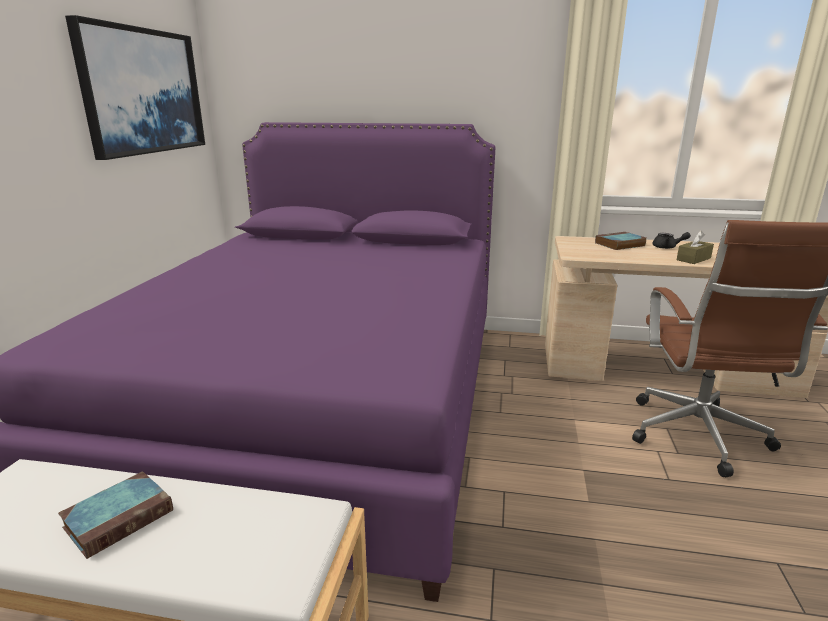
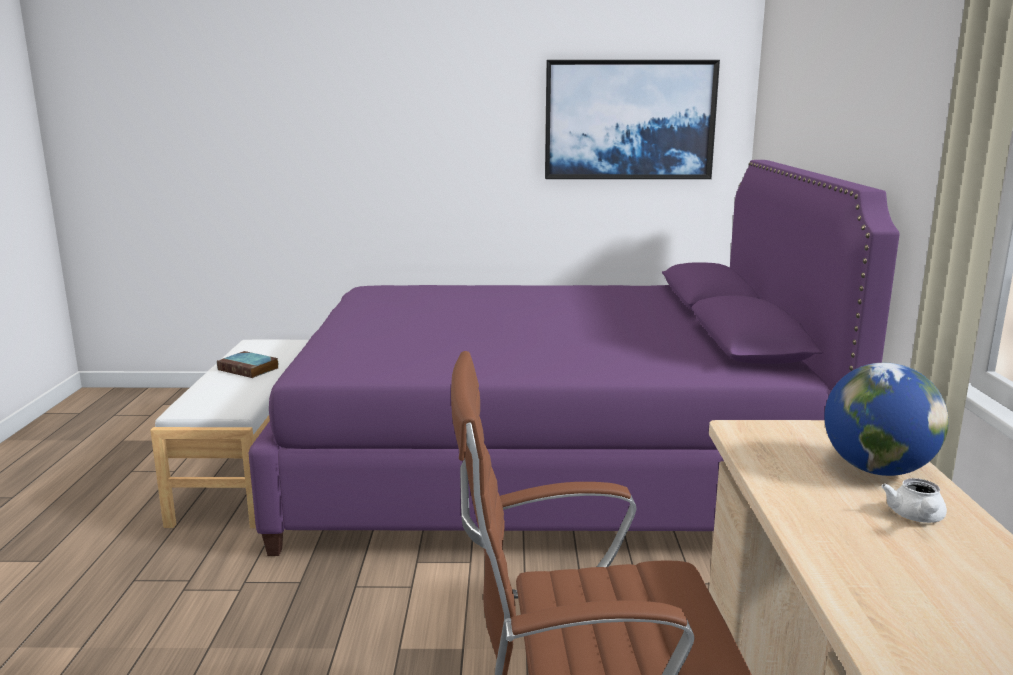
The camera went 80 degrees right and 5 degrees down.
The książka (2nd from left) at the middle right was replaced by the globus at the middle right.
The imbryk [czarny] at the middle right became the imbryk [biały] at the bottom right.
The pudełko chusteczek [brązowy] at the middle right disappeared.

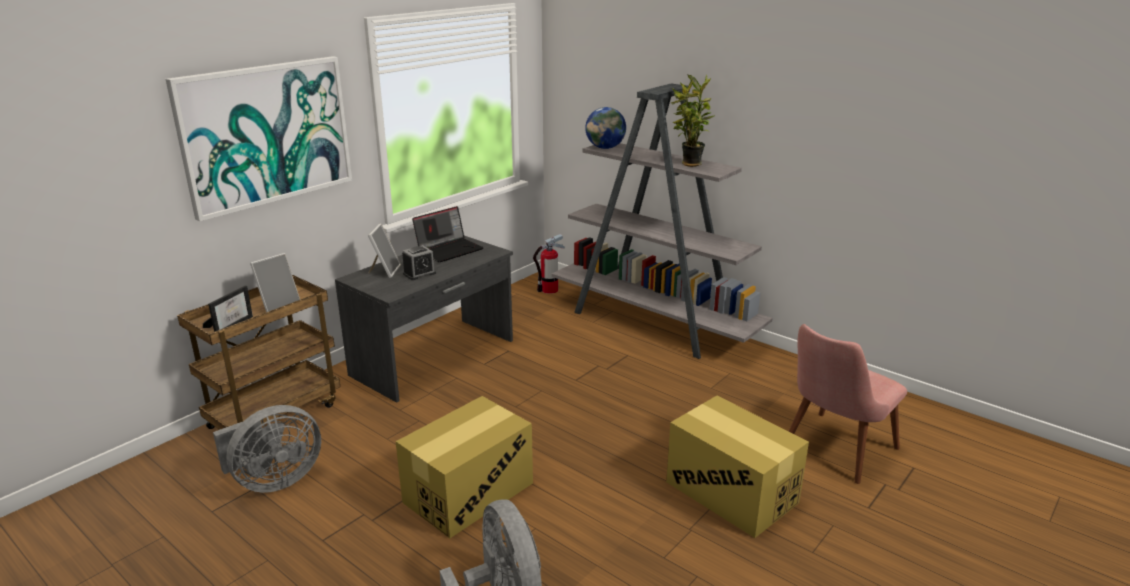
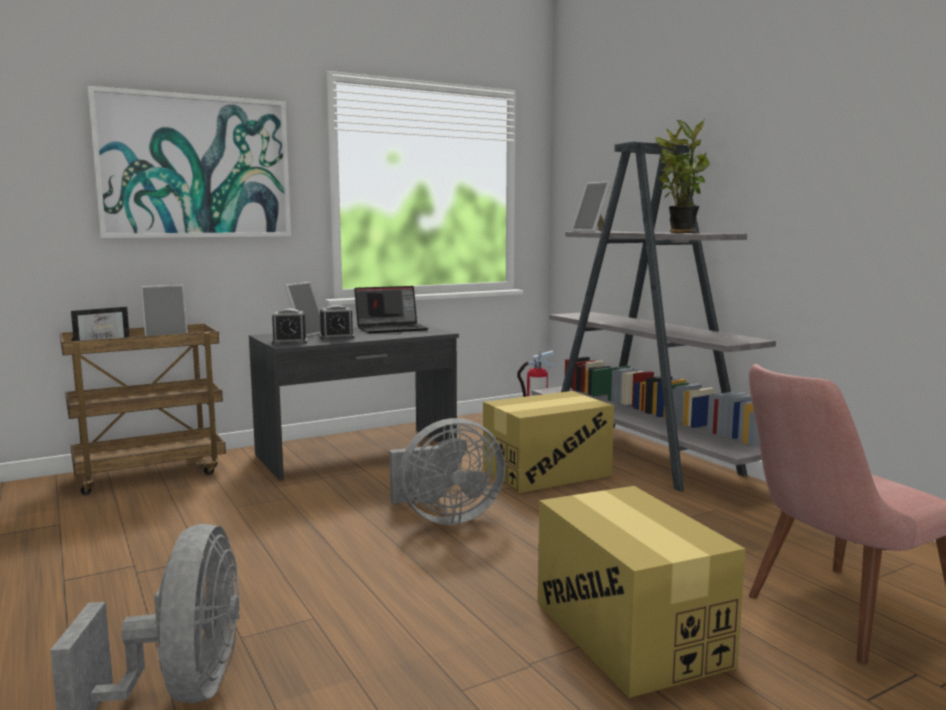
The camera went 20 degrees right and 15 degrees down.
The budzik (1st from left) at the middle left appeared.
The wentylator [szary] (1st from left in the first image) moved from the bottom left to the centre.
The karton (1st from left) moved from the bottom centre to the centre.
The globus at the top centre was replaced by the ramka na zdjęcie (4th from left) at the top centre.

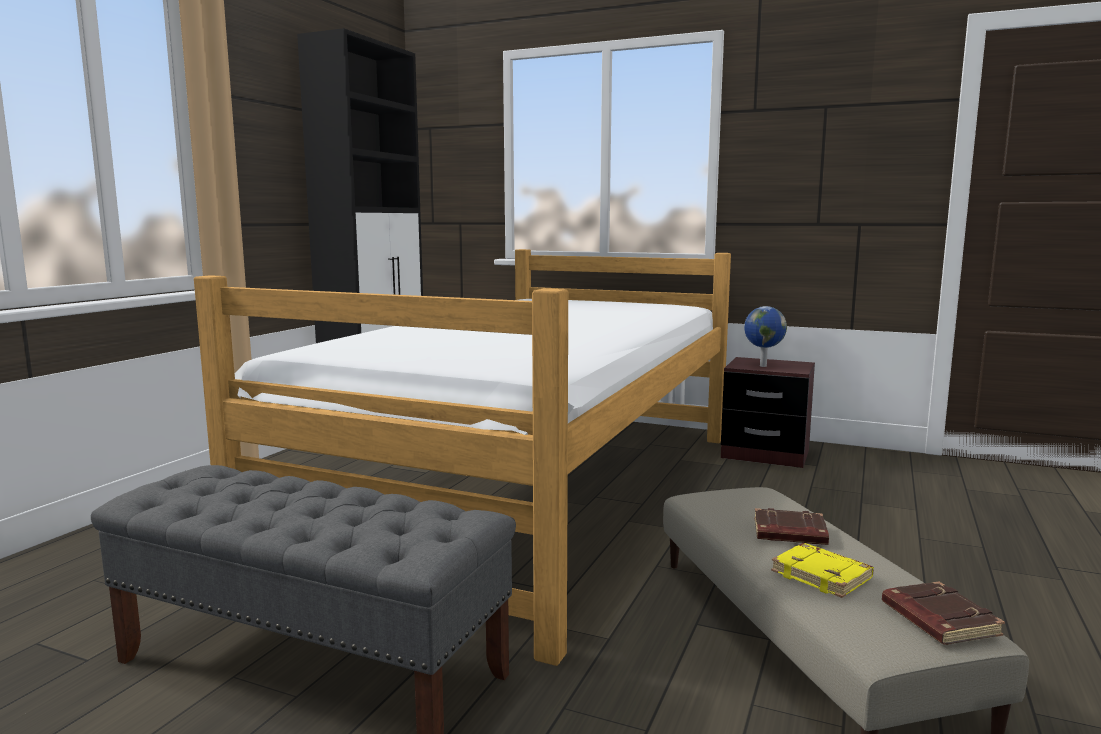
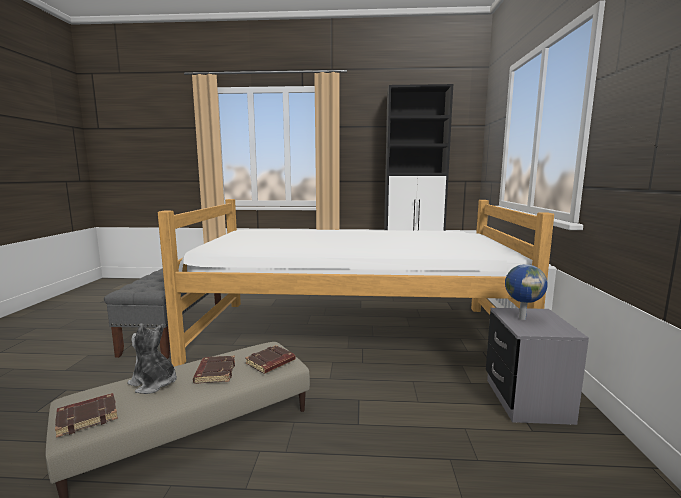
The camera went 70 degrees right and 0 degrees up.
The książka [żółty] at the bottom right was replaced by the pluszak at the bottom left.
The książka [brązowy] (3rd from left) at the bottom centre appeared.
The szafka nocna [brązowy] at the middle right became the szafka nocna [szary] at the bottom right.

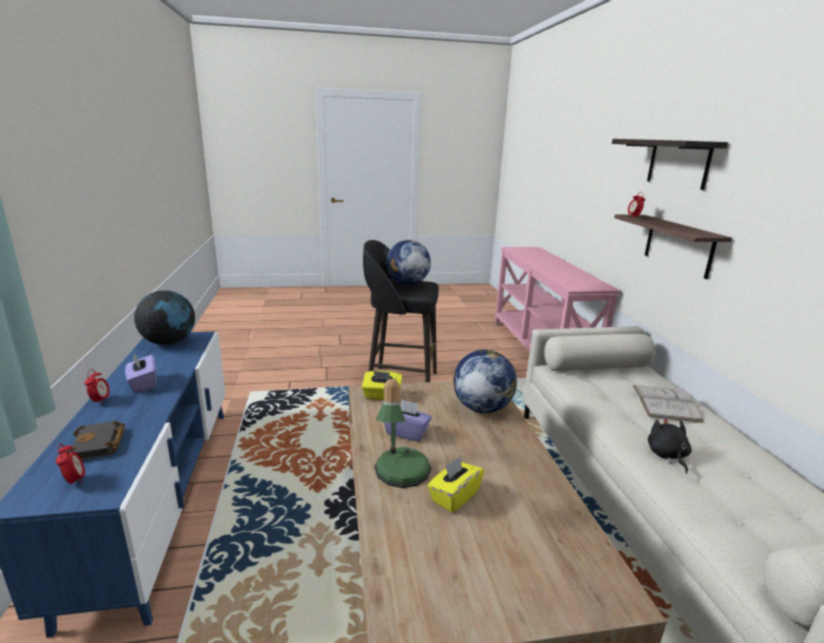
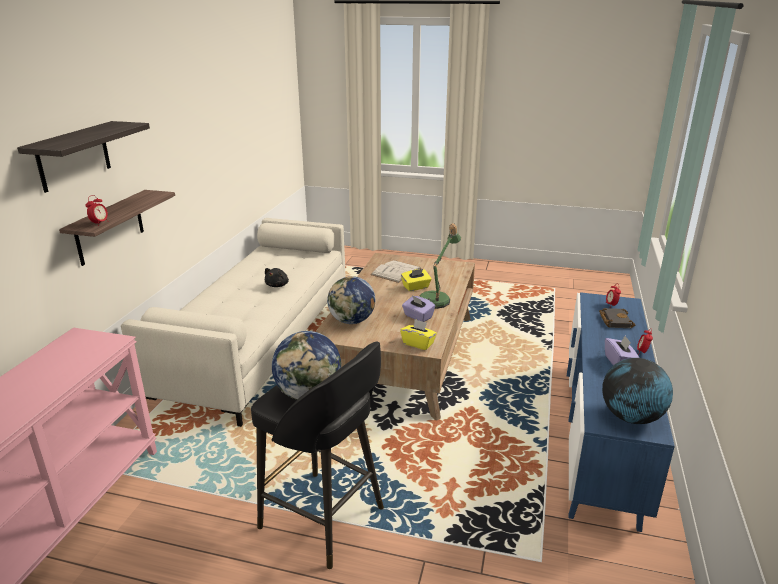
The camera went 155 degrees left and 5 degrees up.
The książka [biały] moved from the middle right to the centre.

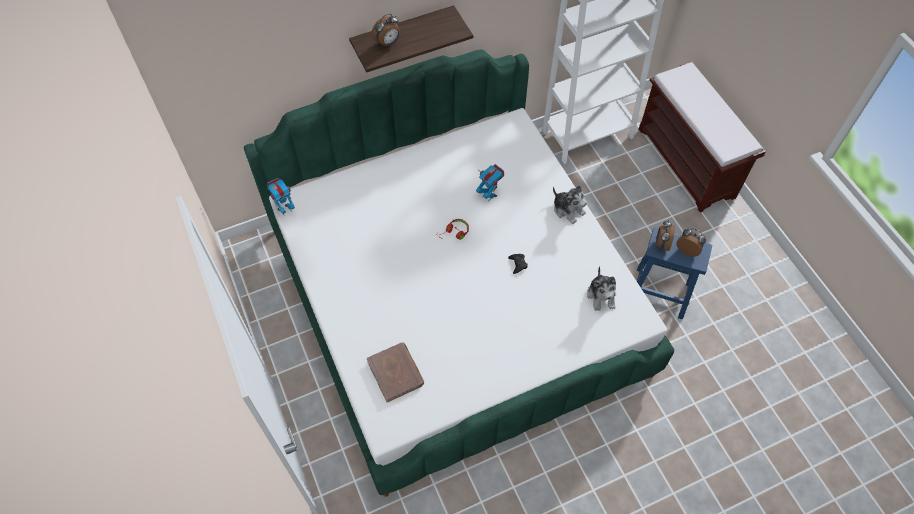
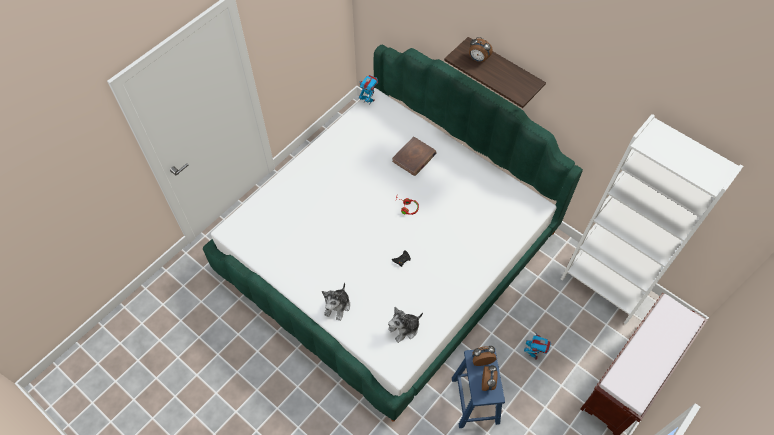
The camera went 65 degrees right and 0 degrees up.
The pluszak (1st from left) moved from the centre to the bottom centre.
The książka [brązowy] moved from the bottom centre to the centre.
The robot zabawkowy (2nd from left) moved from the centre to the bottom right.

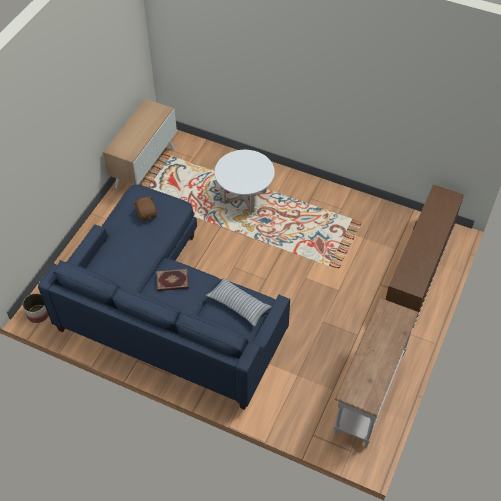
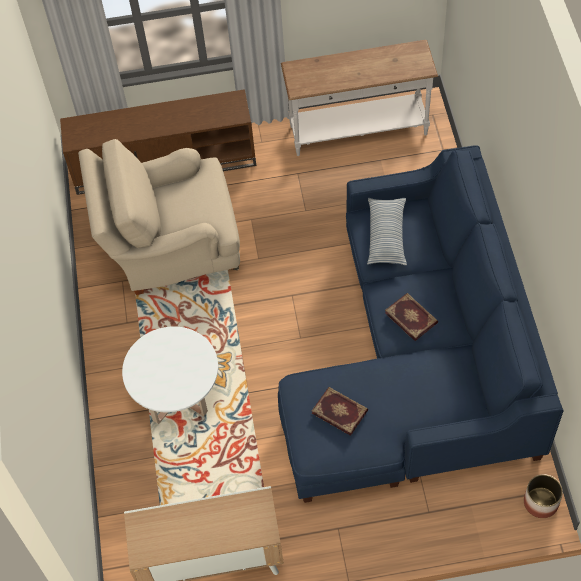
The camera went 120 degrees left and 5 degrees up.
The fotel [beżowy] at the middle left appeared.
The pluszak [brązowy] at the middle left was replaced by the książka (1st from left) at the bottom centre.

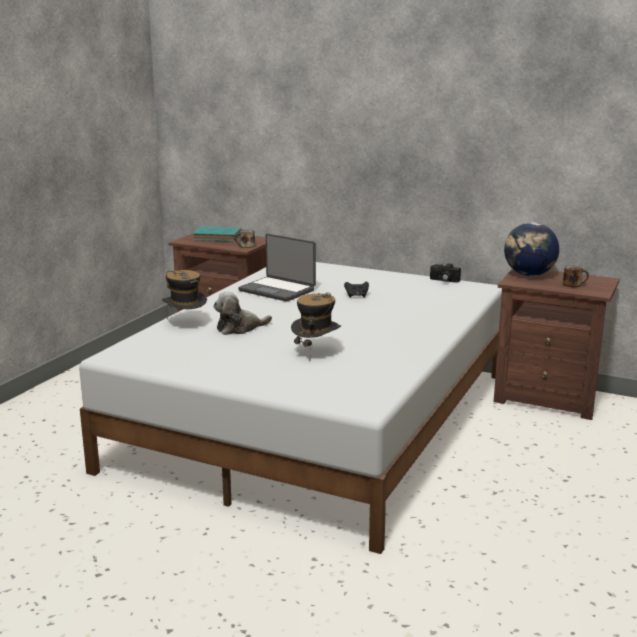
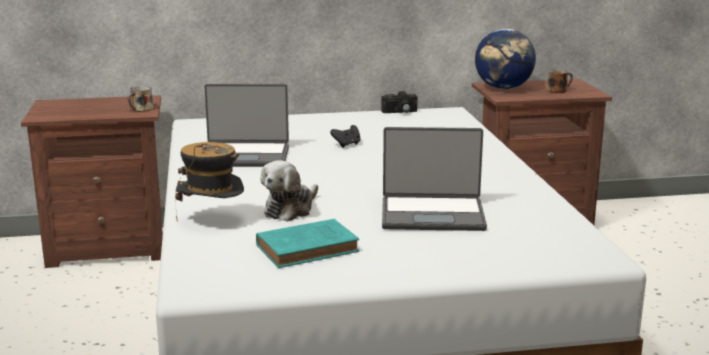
The camera went 35 degrees left and 0 degrees up.
The książka [turkusowy] moved from the centre to the bottom centre.
The kapelusz (2nd from left) at the centre was replaced by the laptop (2nd from left) at the centre.

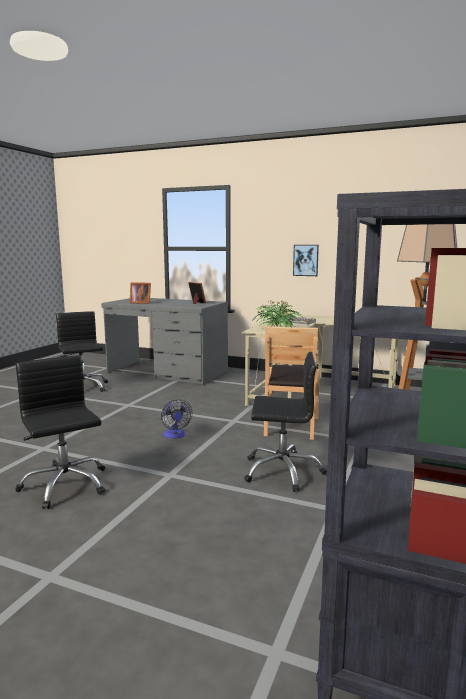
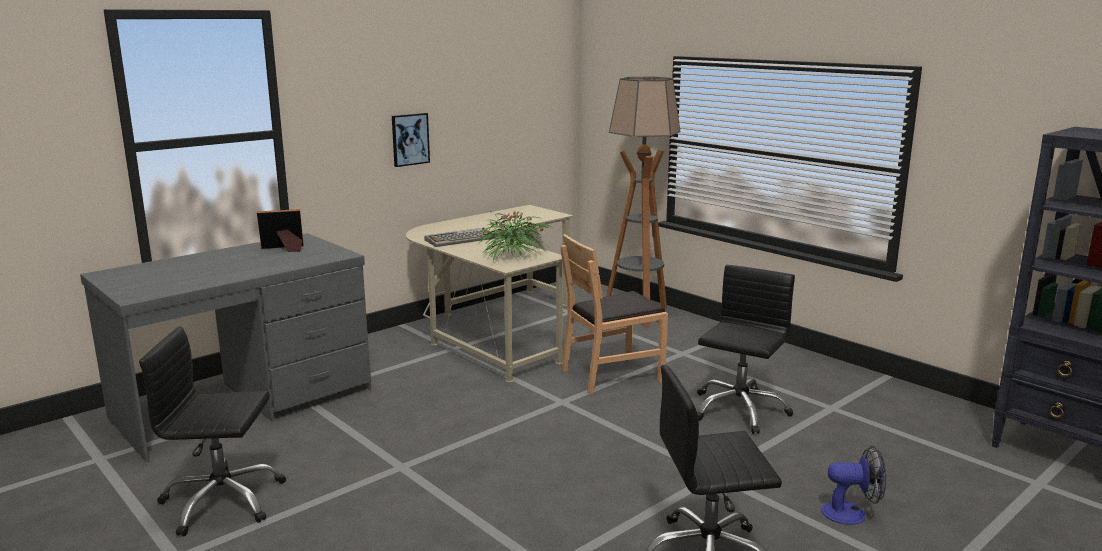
The camera went 65 degrees left and 5 degrees up.
The krzesło [brązowy] at the centre turned 120 degrees clockwise.
The wentylator moved from the centre to the bottom right.
The ramka na zdjęcie (1st from left) at the middle left disappeared.

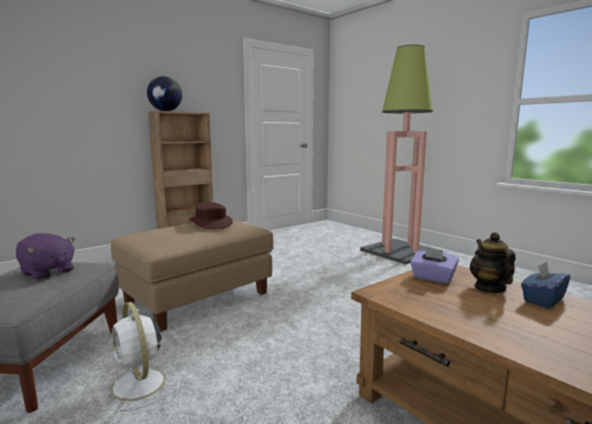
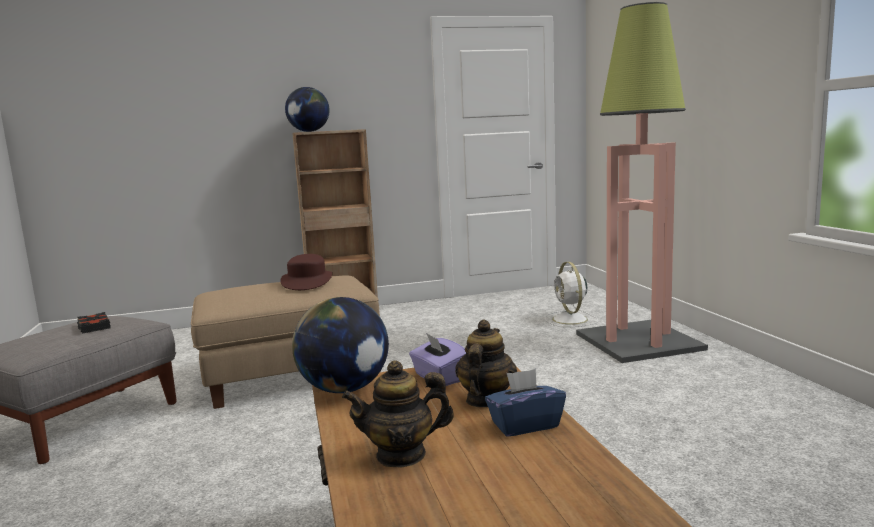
The camera went 25 degrees right and 0 degrees up.
The pluszak [fioletowy] at the middle left was replaced by the książka [czarny] at the middle left.
The globus (2nd from left) at the centre appeared.
The imbryk (1st from left) at the bottom centre appeared.
The wentylator [biały] moved from the bottom left to the centre.

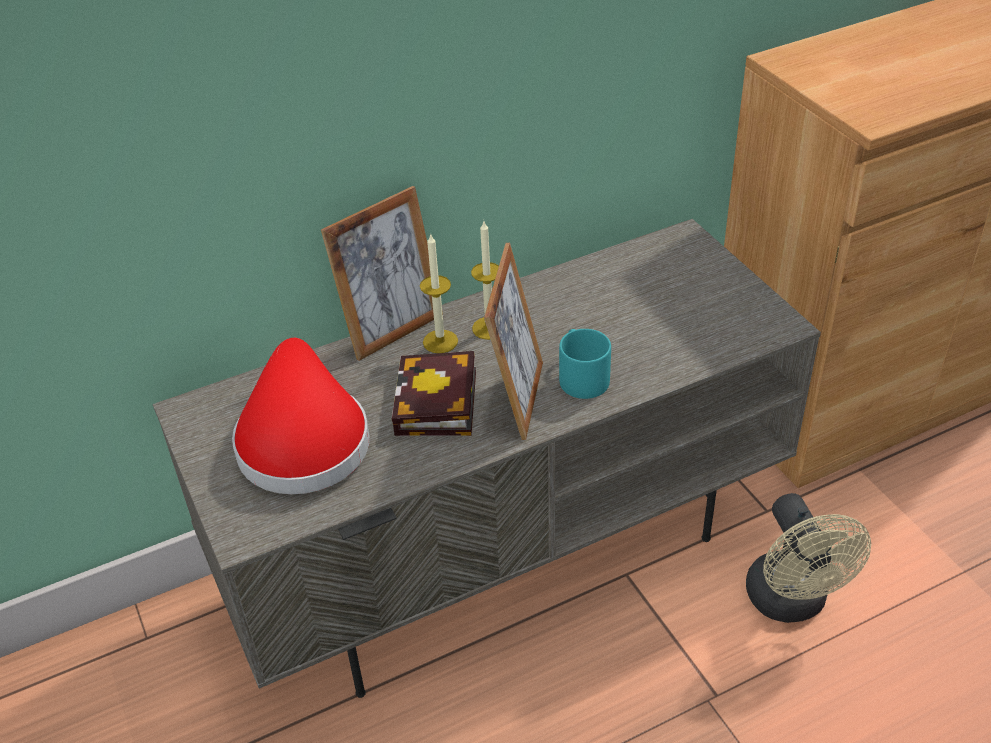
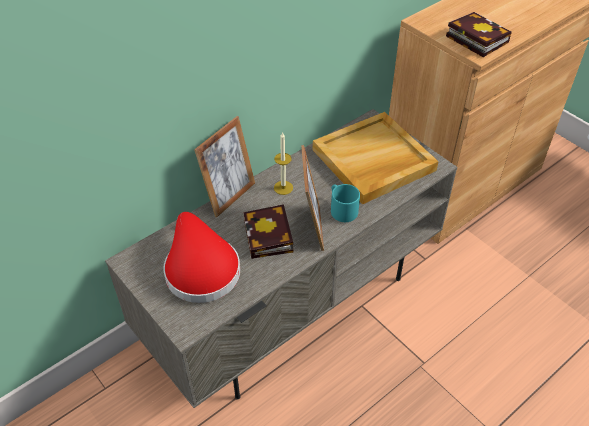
The camera went 15 degrees left and 5 degrees up.
The taca [beżowy] at the centre appeared.
The książka (2nd from left) at the top right appeared.
The świeca (1st from left) at the centre disappeared.
The wentylator [beżowy] at the bottom right disappeared.

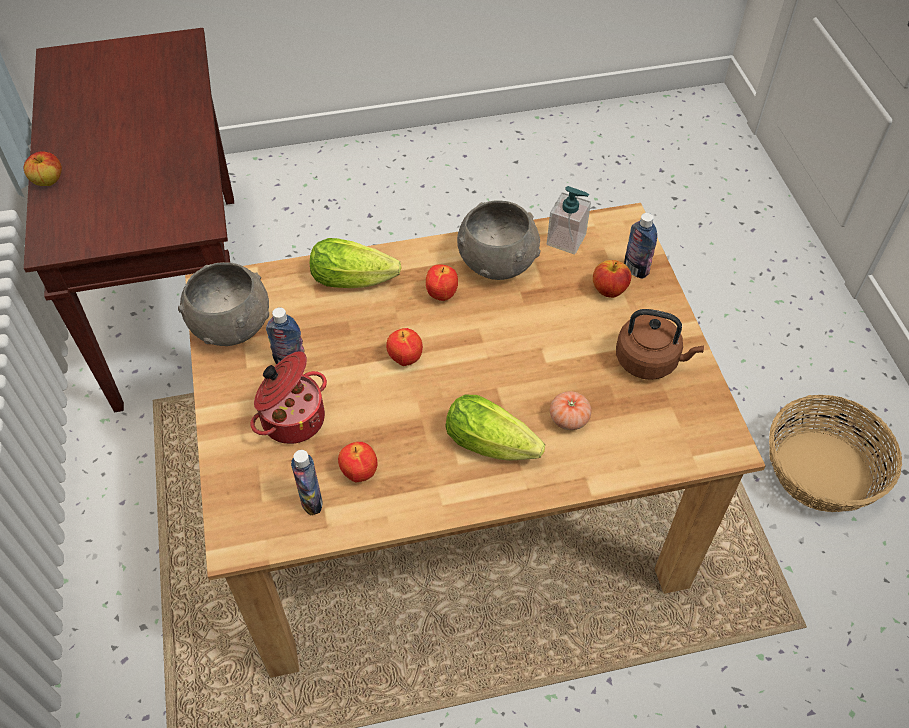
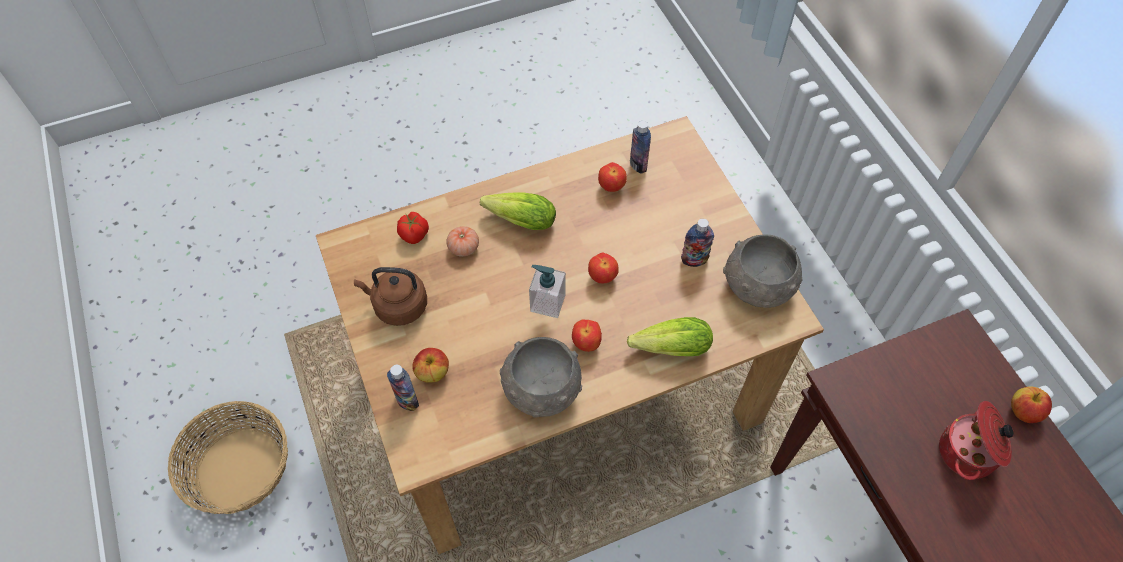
The camera went 170 degrees right and 5 degrees up.
The pomidor (1st from left) at the centre appeared.
The dozownik mydła moved from the top centre to the centre.
The garnek moved from the middle left to the bottom right.

